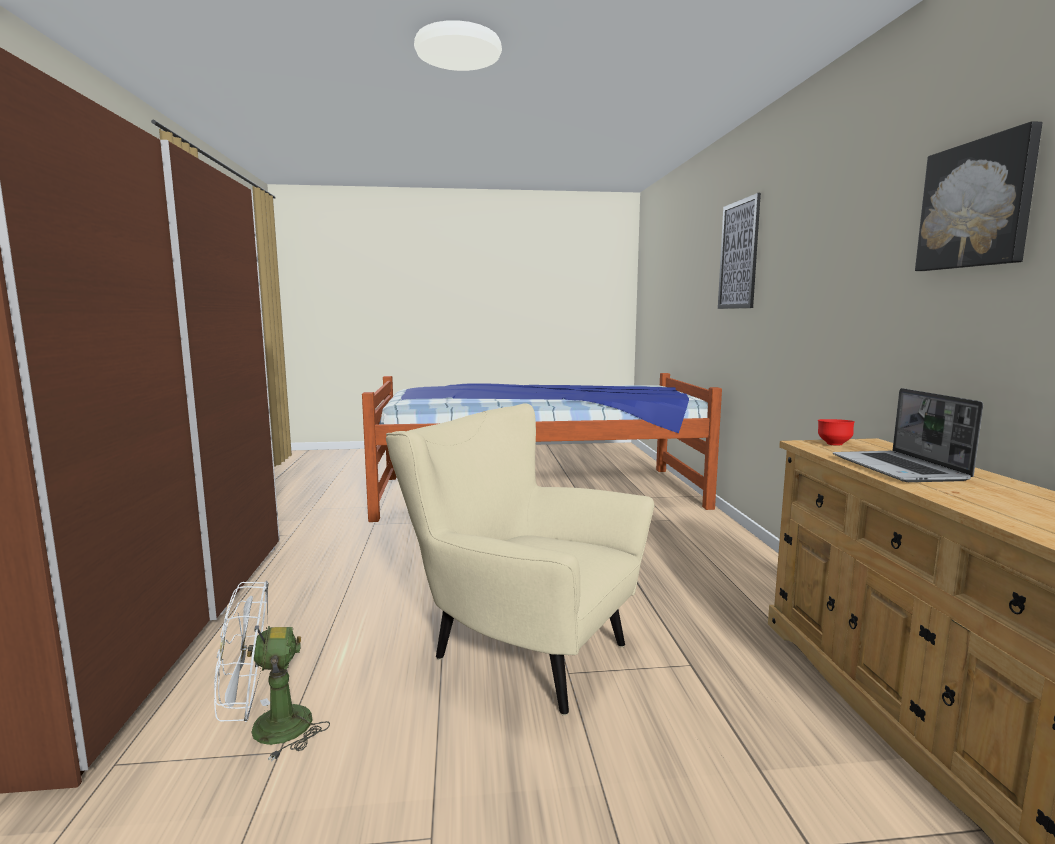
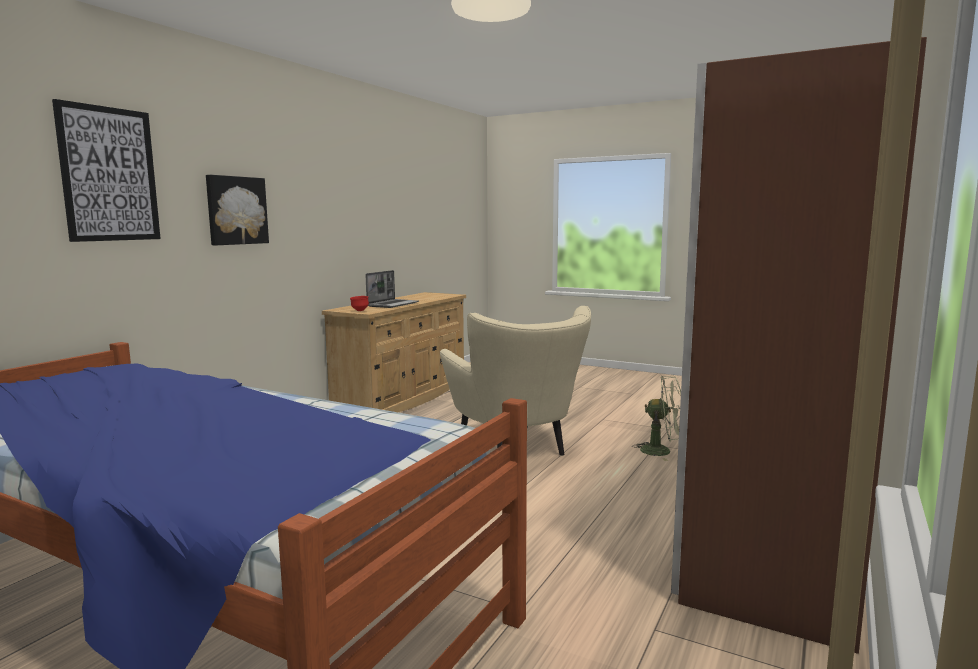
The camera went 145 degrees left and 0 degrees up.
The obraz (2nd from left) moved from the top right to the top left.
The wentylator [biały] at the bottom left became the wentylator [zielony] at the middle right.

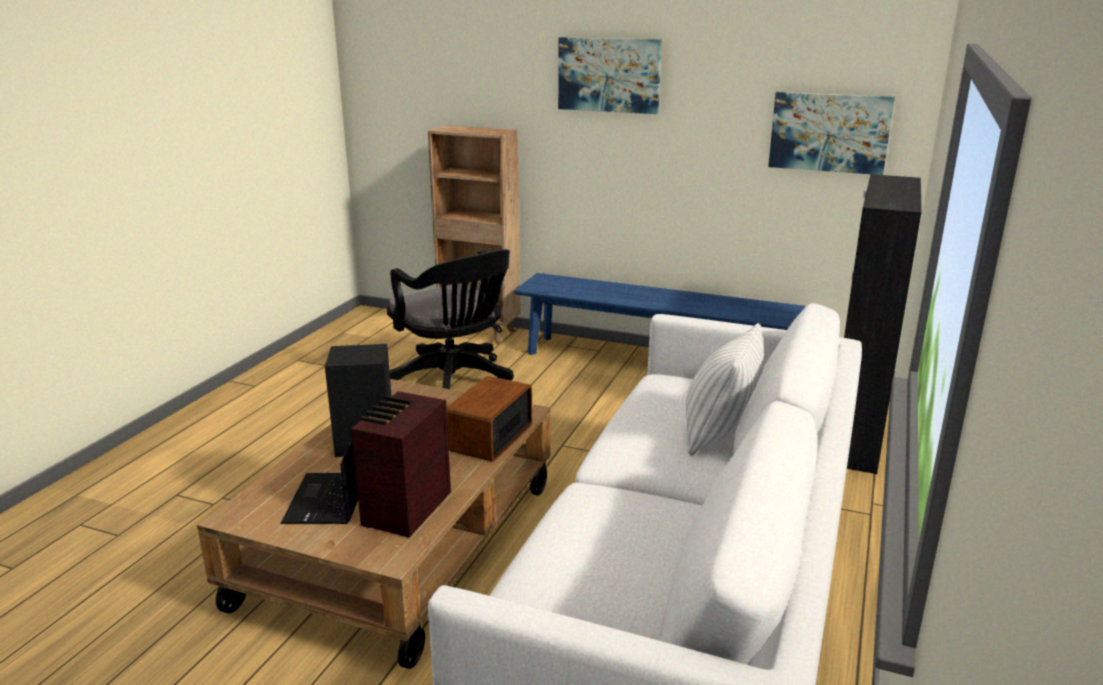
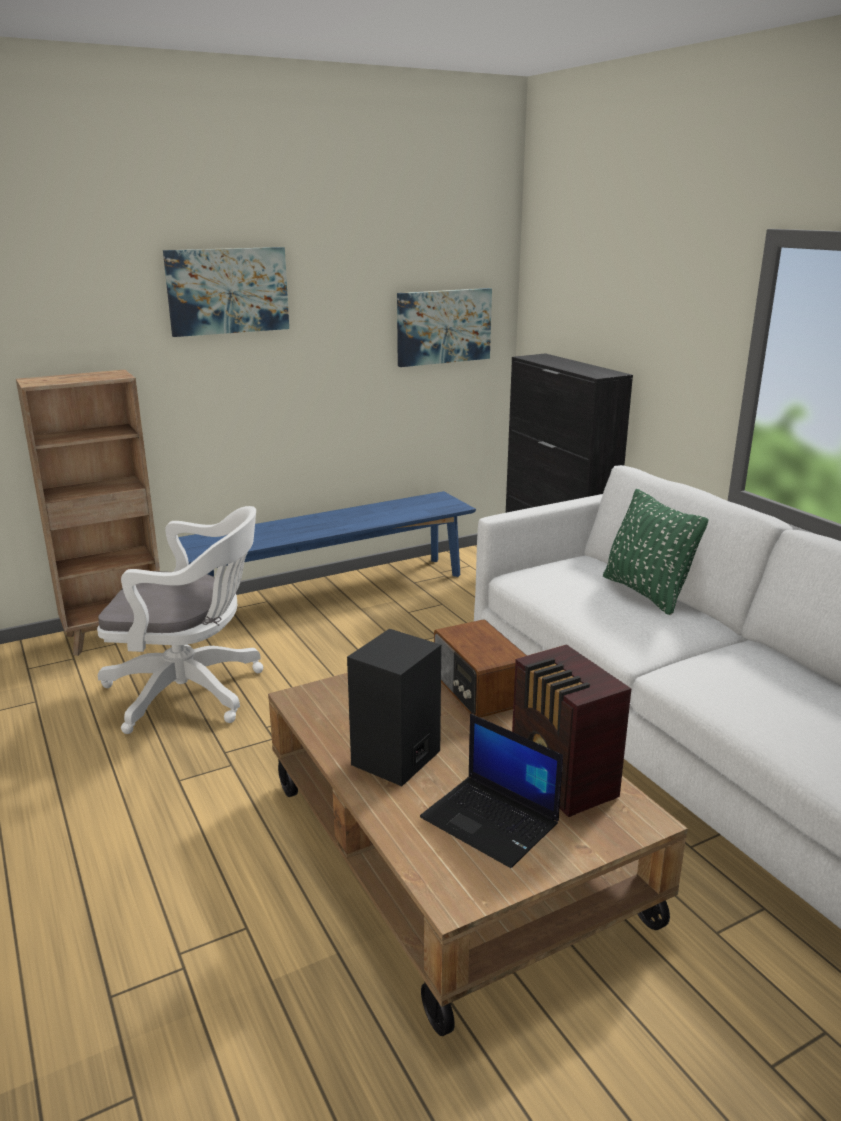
The camera went 50 degrees left and 0 degrees up.
The krzesło biurowe [czarny] at the centre became the krzesło biurowe [biały] at the middle left.
The poduszka [biały] at the centre became the poduszka [zielony] at the middle right.

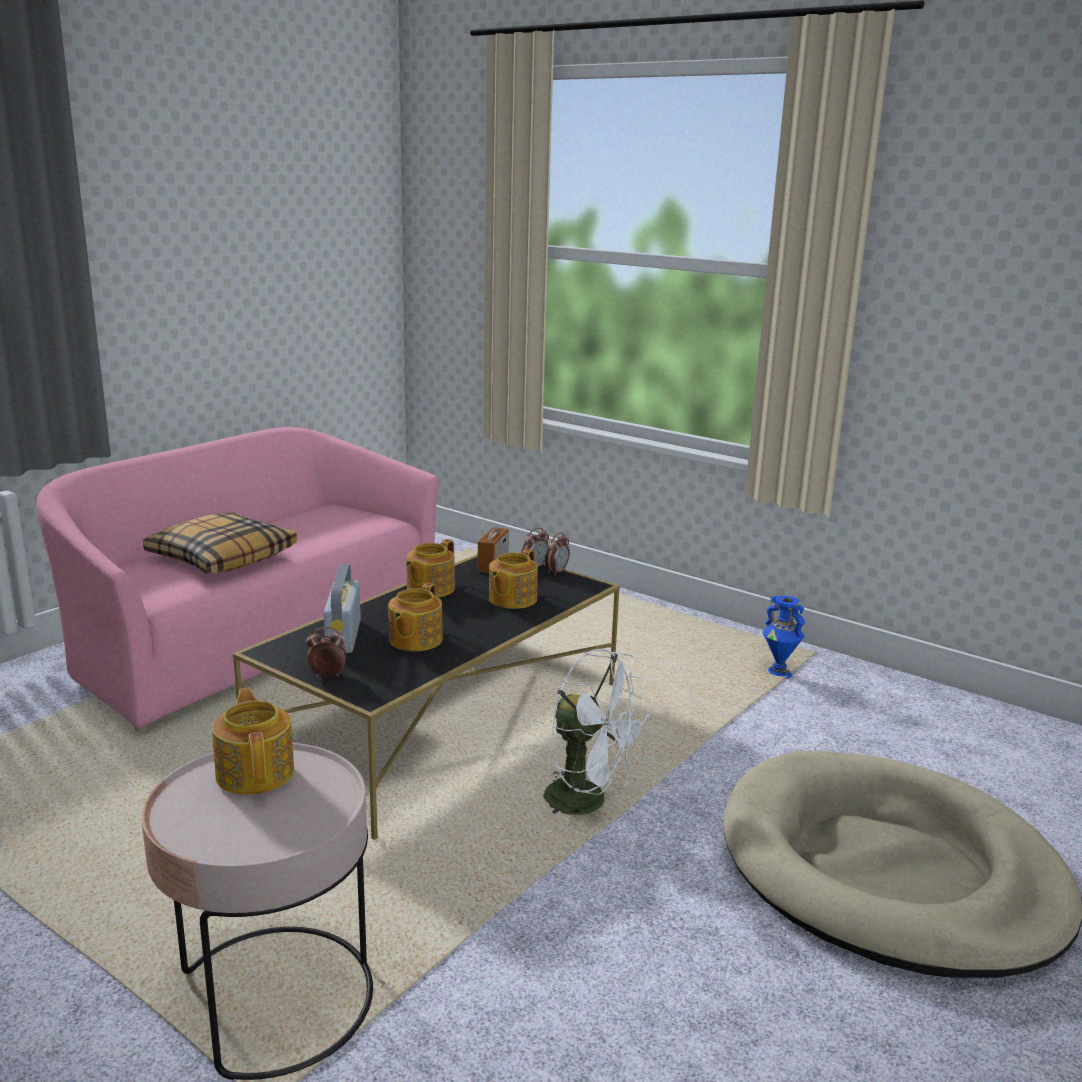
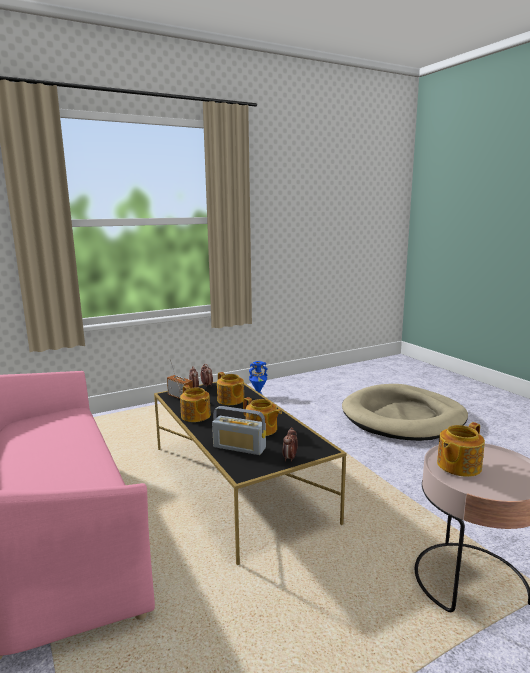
The camera went 65 degrees left and 5 degrees down.
The imbryk (1st from left in the first image) at the bottom left turned 45 degrees counterclockwise.
The poduszka at the middle left disappeared.
The wentylator [biały] at the bottom centre disappeared.

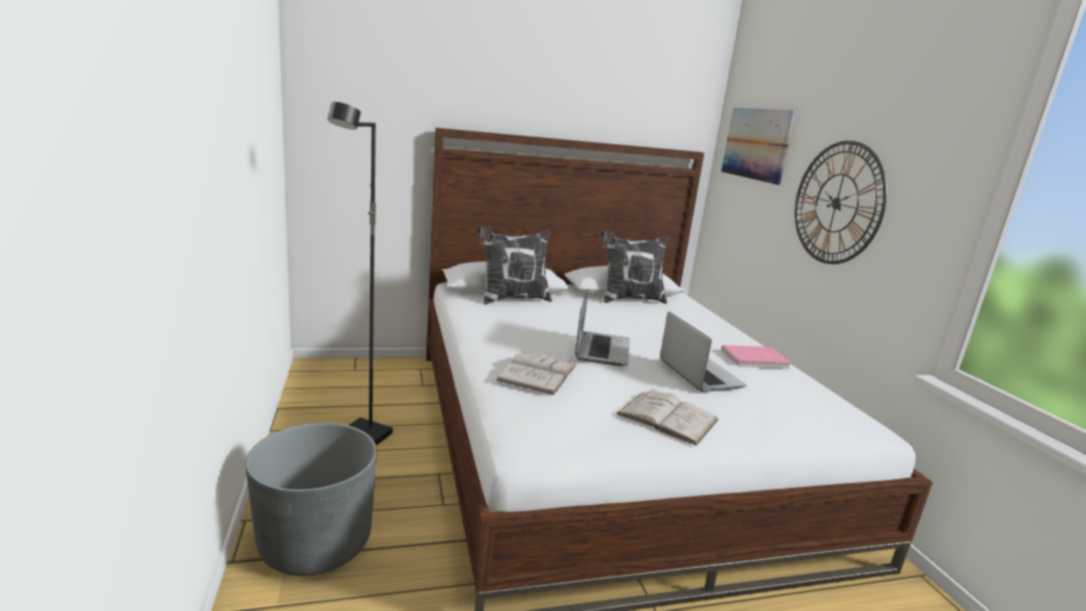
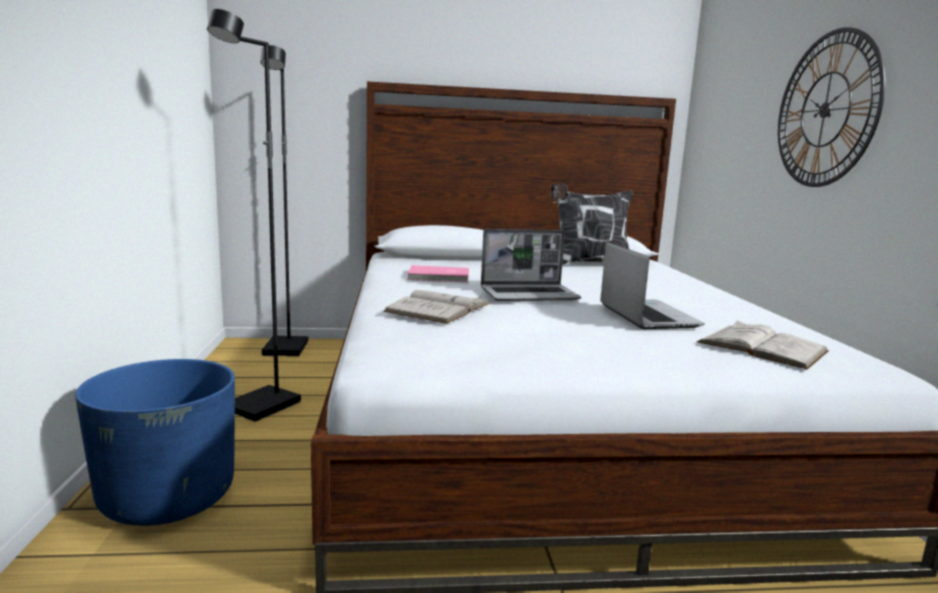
The camera went 10 degrees right and 5 degrees down.
The donica [szary] at the bottom left became the donica [niebieski] at the bottom left.
The lampa stojąca [czarny] (2nd from left) at the middle left appeared.
The książka [różowy] moved from the middle right to the centre.
The laptop (1st from left) at the centre turned 60 degrees clockwise.
The książka [biały] (2nd from left) moved from the bottom centre to the middle right.
The poduszka (1st from left) at the centre disappeared.
The obraz at the top right disappeared.

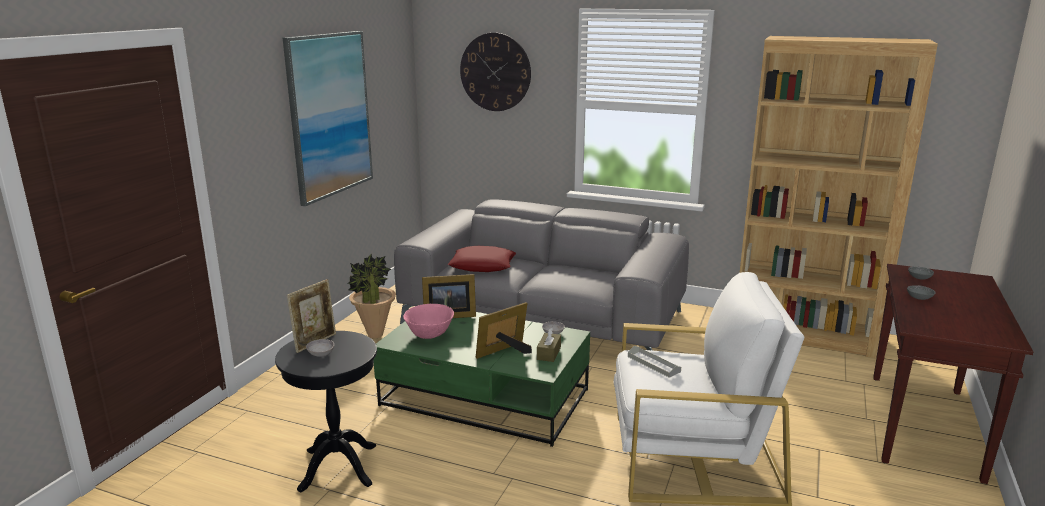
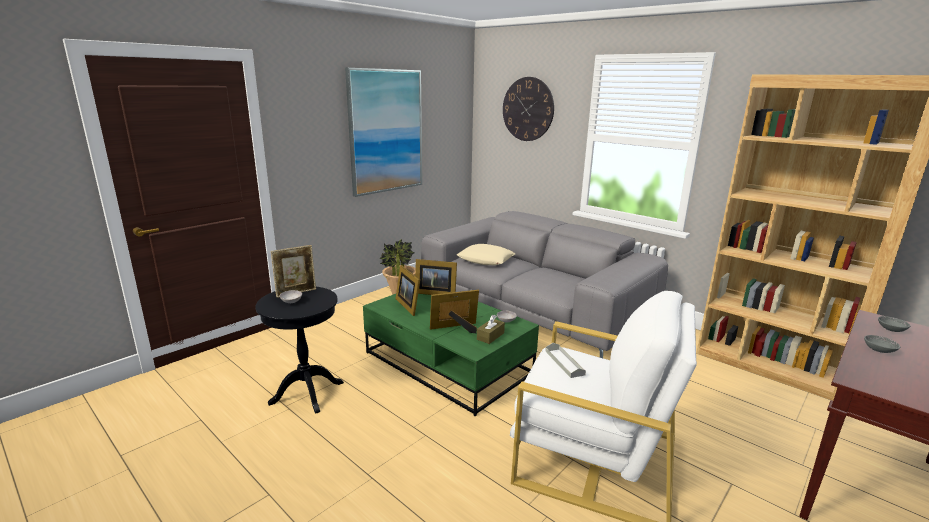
The camera went 20 degrees right and 0 degrees up.
The miska [różowy] at the centre was replaced by the ramka na zdjęcie (2nd from left) at the centre.
The poduszka [czerwony] at the centre became the poduszka [beżowy] at the centre.

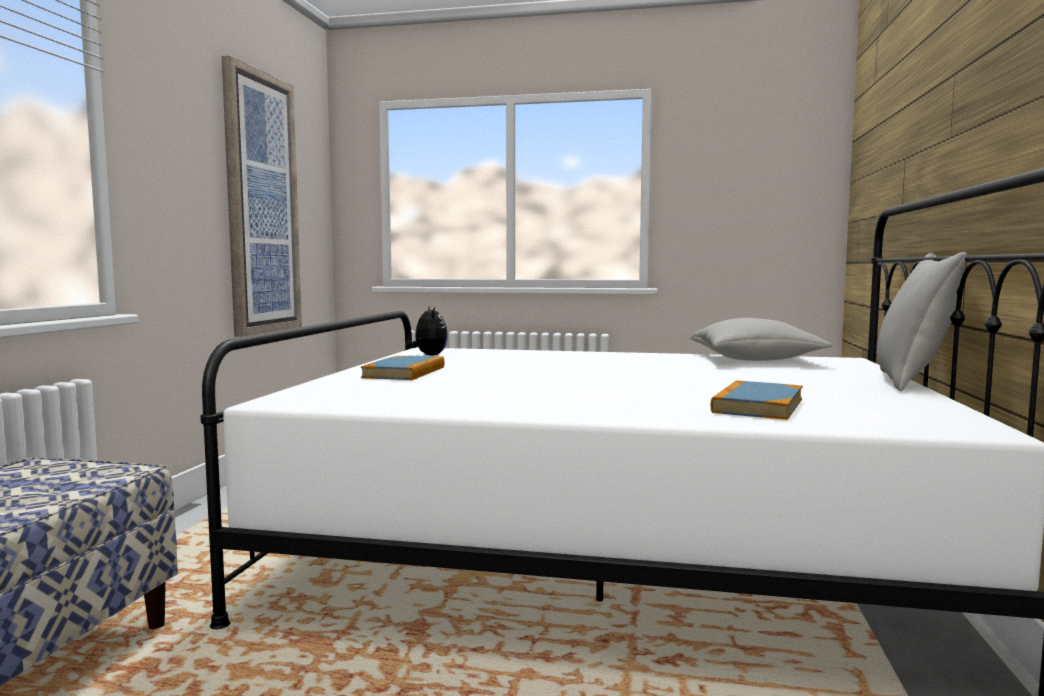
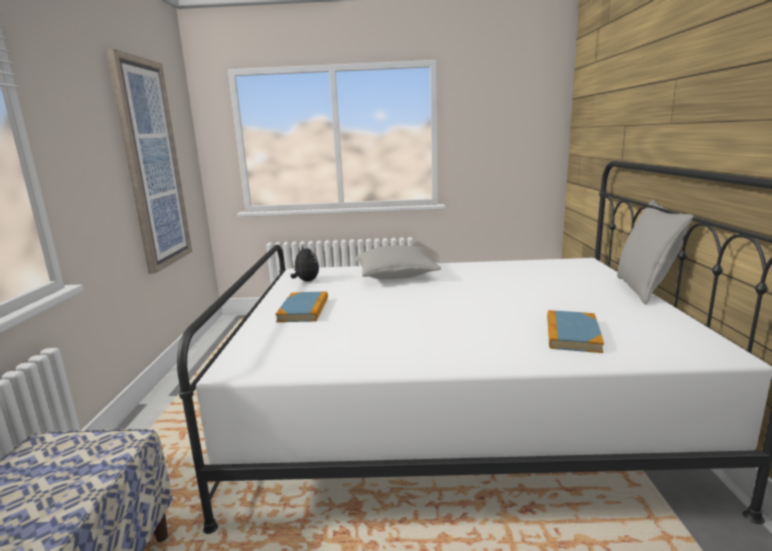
The camera went 10 degrees left and 10 degrees up.
The poduszka [szary] (1st from left) moved from the middle right to the centre.

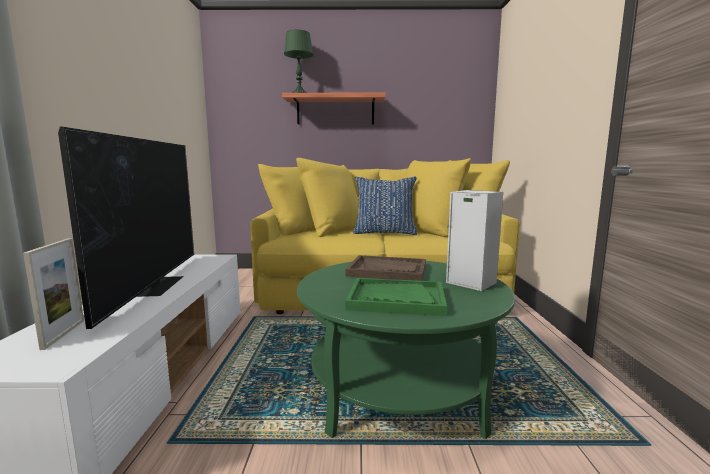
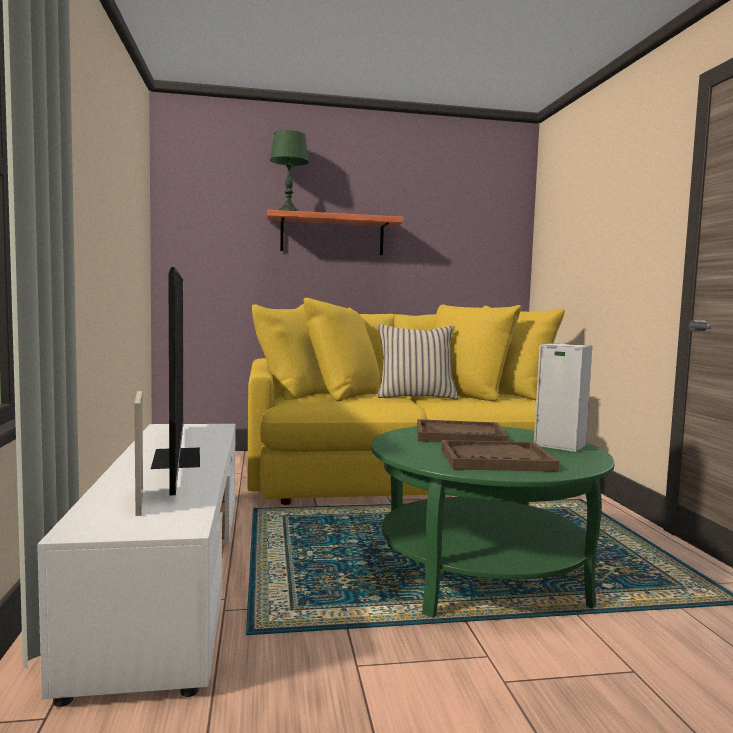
The camera went 10 degrees left and 5 degrees down.
The poduszka [niebieski] at the centre became the poduszka [beżowy] at the centre.
The taca [zielony] at the centre became the taca [brązowy] (2nd from left) at the middle right.

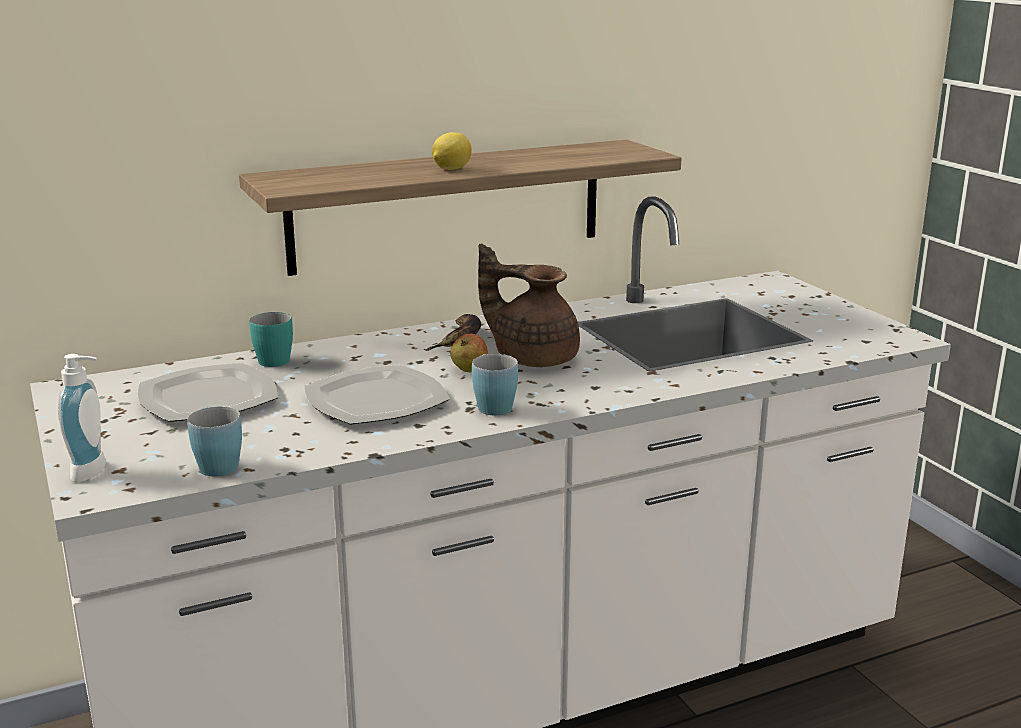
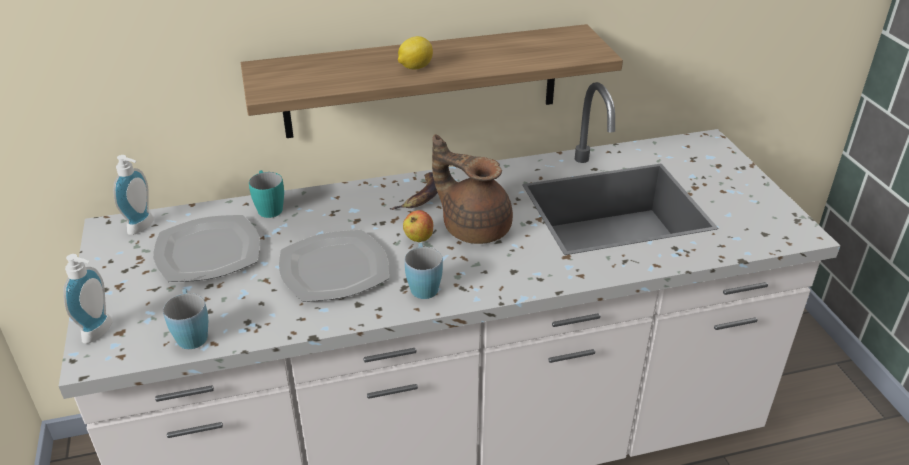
The camera went 10 degrees right and 15 degrees up.
The dozownik mydła (2nd from left) at the middle left appeared.

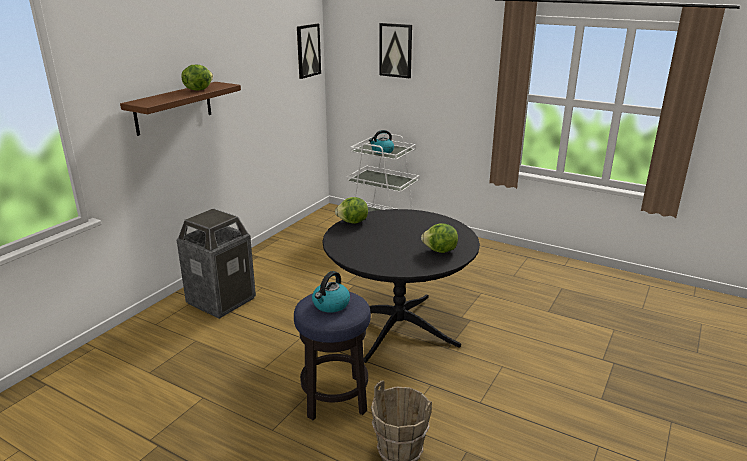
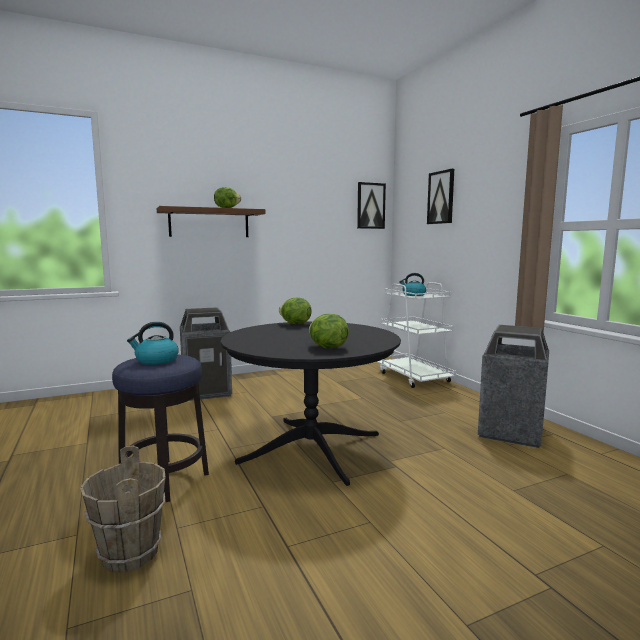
The camera went 35 degrees right and 15 degrees down.
The kosz na śmieci (2nd from left) at the middle right appeared.

